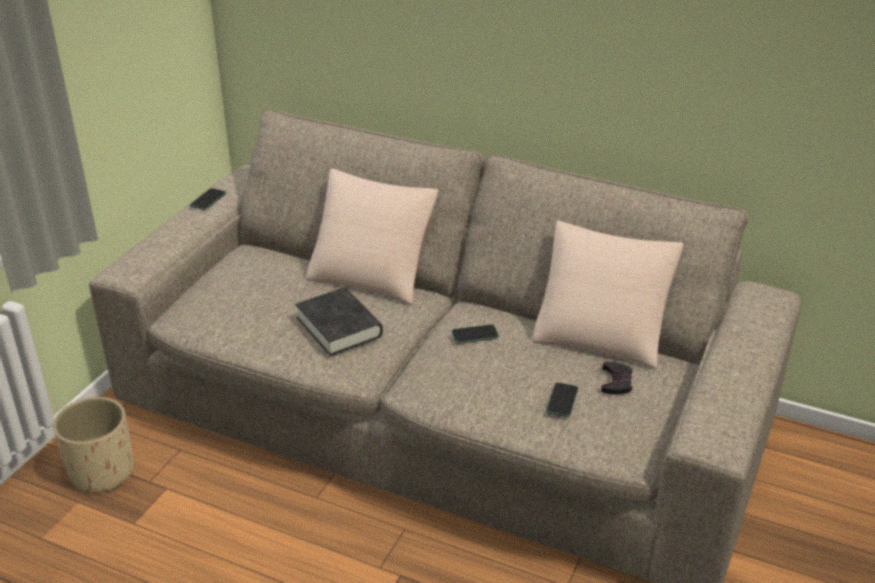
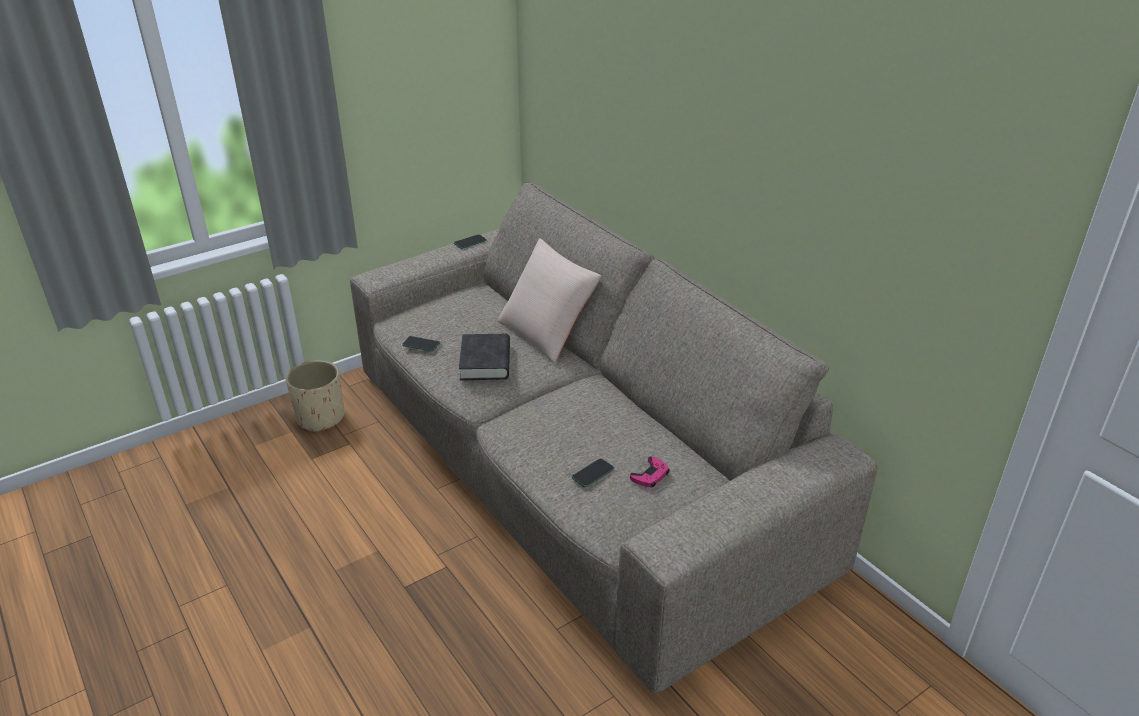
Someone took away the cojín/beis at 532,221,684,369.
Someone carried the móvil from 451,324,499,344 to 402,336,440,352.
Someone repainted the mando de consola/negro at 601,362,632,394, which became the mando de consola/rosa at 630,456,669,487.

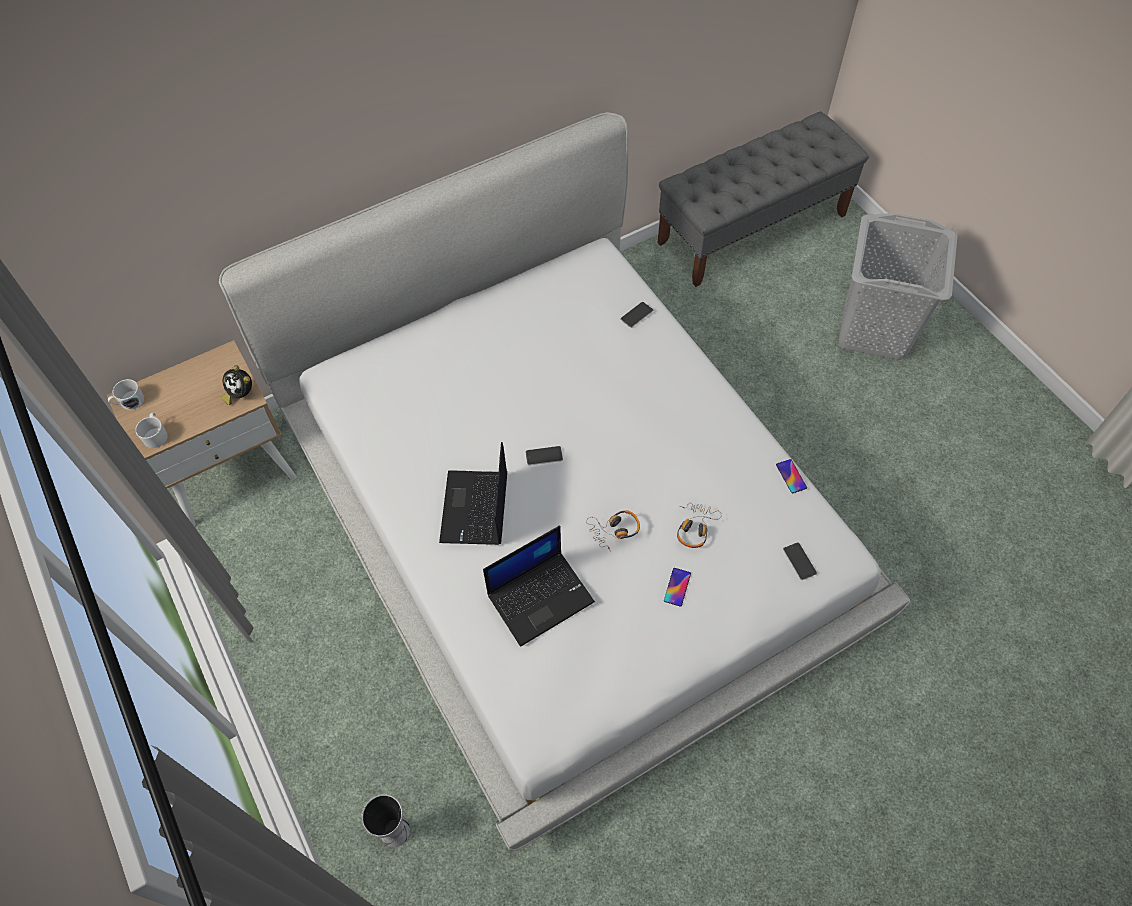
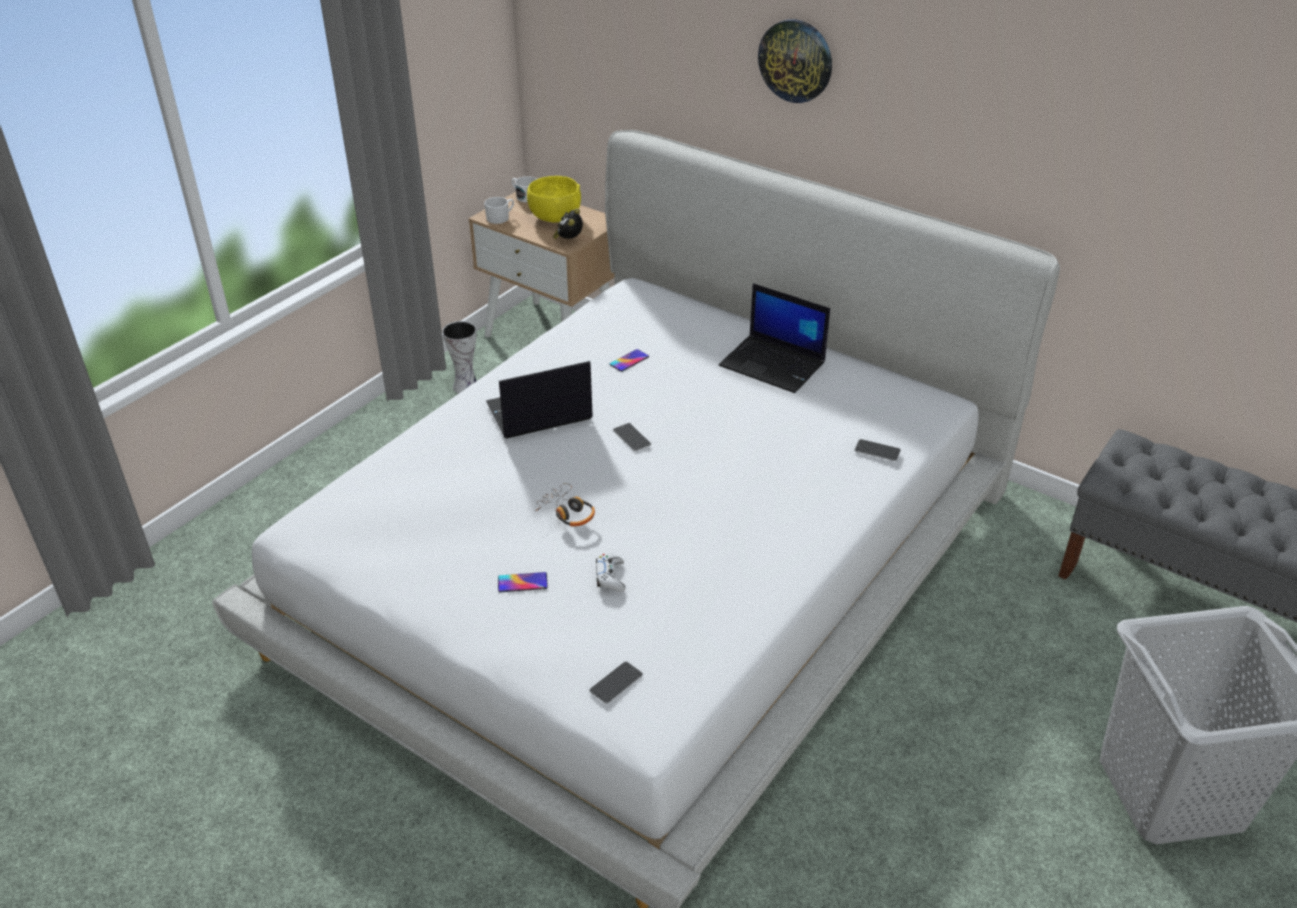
Someone carried the móvil from 776,459,807,493 to 609,349,649,372.
Someone swapped the auriculares at 677,503,721,548 for the mando de consola/blanco at 596,553,625,592.
Someone carried the portátil from 483,525,595,647 to 719,283,830,393.
Someone carried the florero from 362,794,410,847 to 442,321,477,393.
Someone put up the reloj de pared at 758,19,832,103.
Someone put down the cuenco/amarillo at 527,176,581,223.

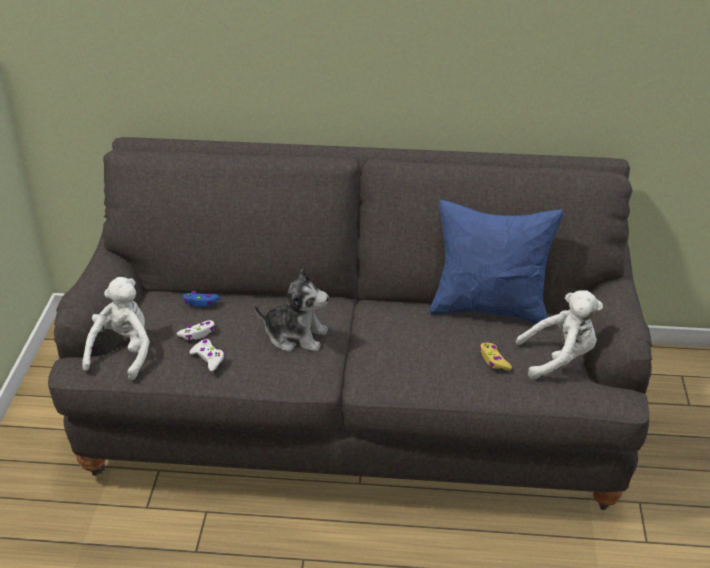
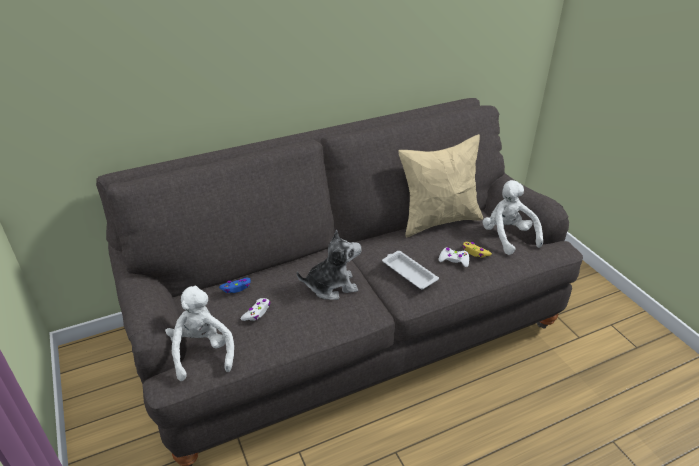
Someone repainted the cojín/azul at 429,200,564,324, which became the cojín/beis at 398,134,483,237.
Someone rotated the peluche/blanco at 516,290,603,380 by 75 degrees counterclockwise.
Someone carried the mando de consola/blanco from 189,339,225,371 to 439,247,469,267.
Someone put down the bandeja/blanco at 382,251,439,290.

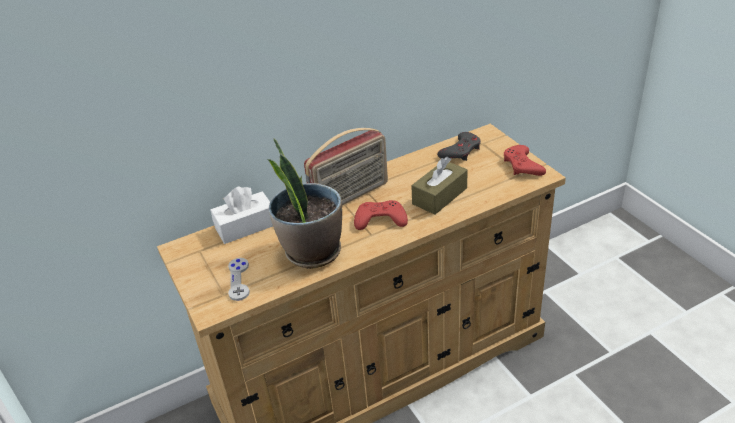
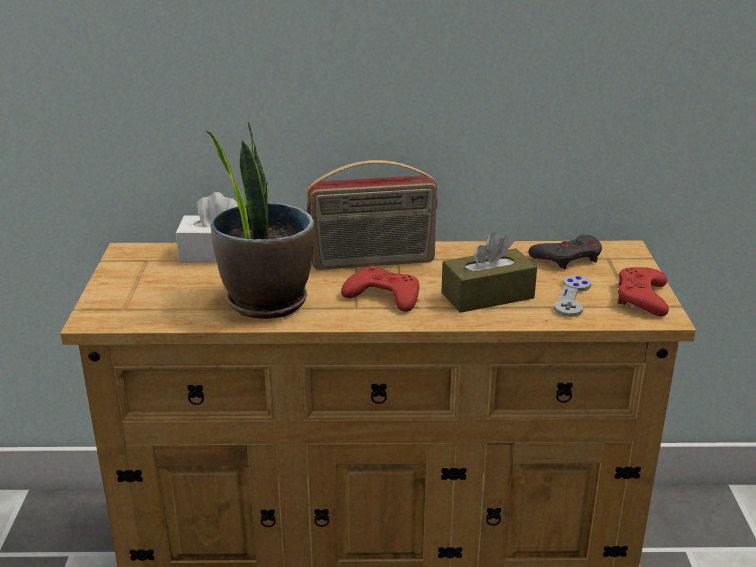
Someone carried the mando de consola/gris from 228,258,250,301 to 554,275,591,317.

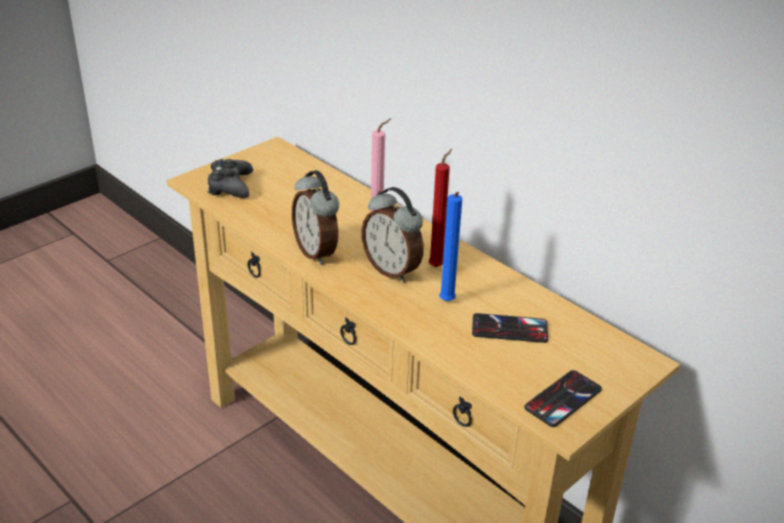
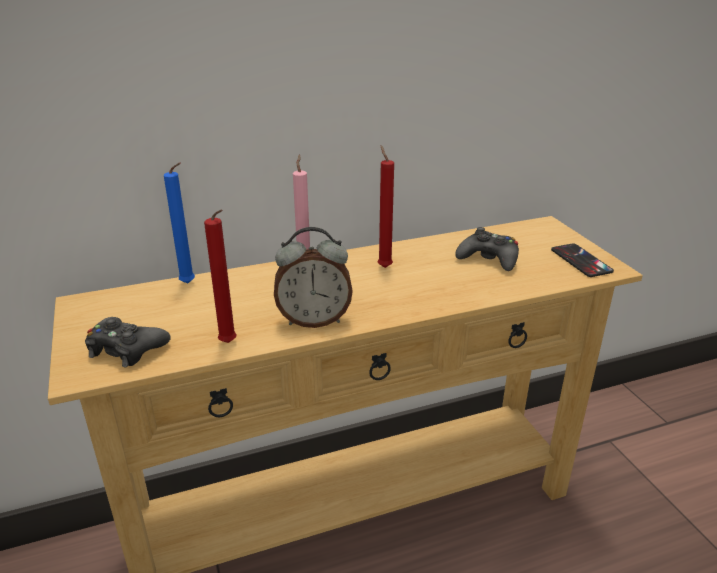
Someone took away the despertador at 361,187,424,282.
Someone carried the vela/azul from 439,192,462,301 to 164,162,195,284.
Someone swapped the móvil at 472,313,548,343 for the mando de consola/negro at 455,227,519,271.
Someone put down the vela/rojo at 204,209,236,343.

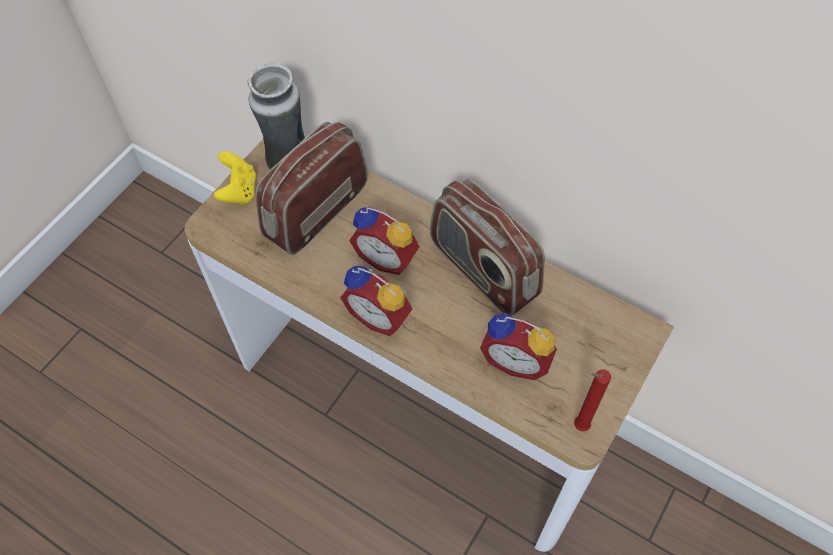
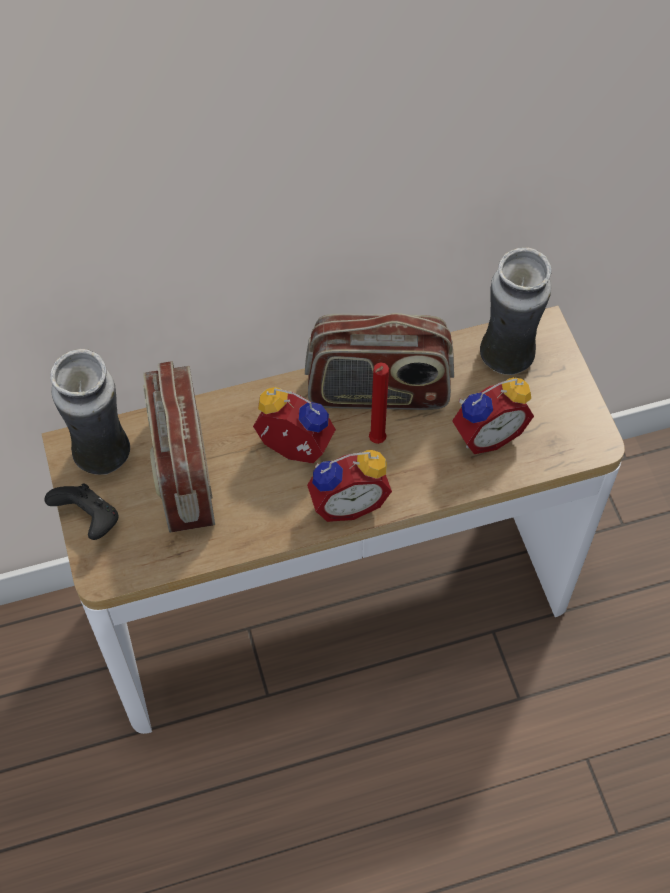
Someone repainted the mando de consola/amarillo at 213,151,256,205, which became the mando de consola/negro at 44,483,118,540.
Someone rotated the despertador at 349,207,419,275 by 135 degrees counterclockwise.
Someone carried the vela/rojo from 574,369,611,431 to 369,363,389,444.
Someone put down the florero at 480,247,552,375.

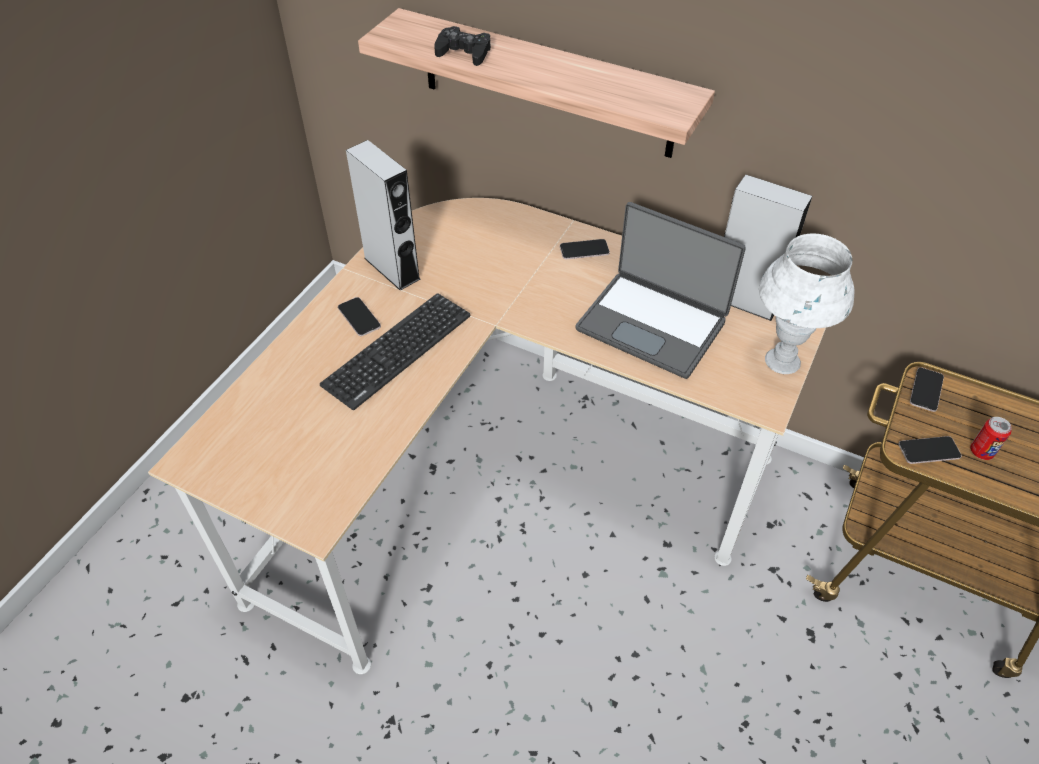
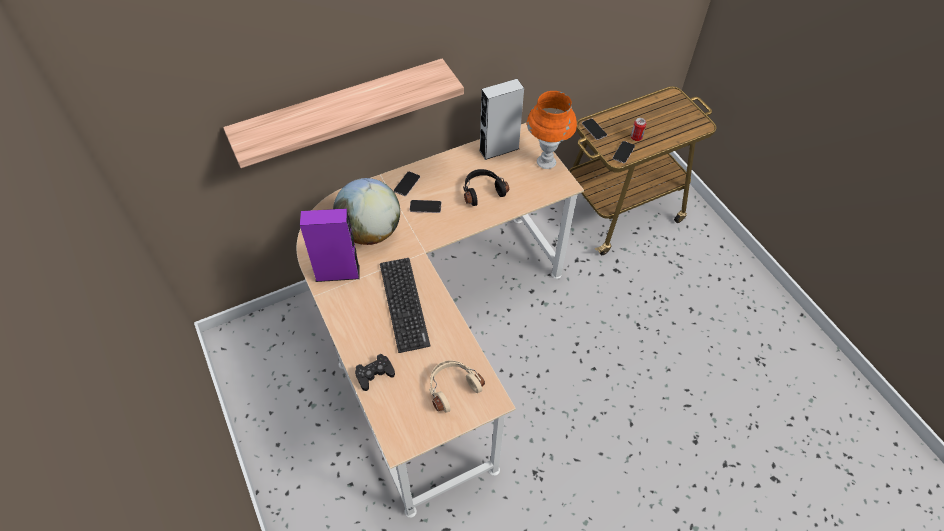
Someone carried the mando de consola/negro from 434,26,491,66 to 355,354,395,391.
Someone repainted the altavoz/gris at 346,140,420,291, which became the altavoz/morado at 300,208,360,282.
Someone swapped the portátil at 575,202,746,379 for the auriculares/negro at 463,169,509,206.
Someone repainted the lámpara de mesa/blanco at 759,233,854,374, which became the lámpara de mesa/naranja at 527,91,577,169.
Someone carried the móvil from 338,297,381,336 to 410,200,441,213.
Someone put down the globo terráqueo at 333,178,400,245.
Someone put down the auriculares/beis at 429,360,485,413.

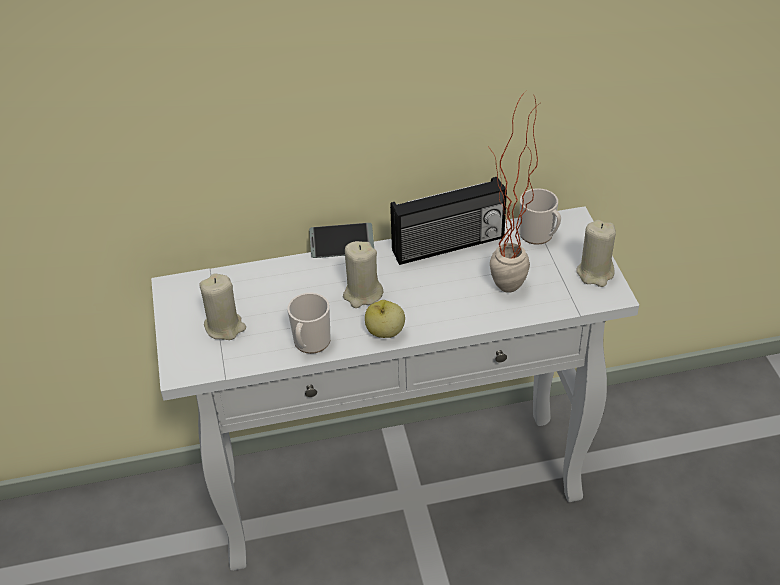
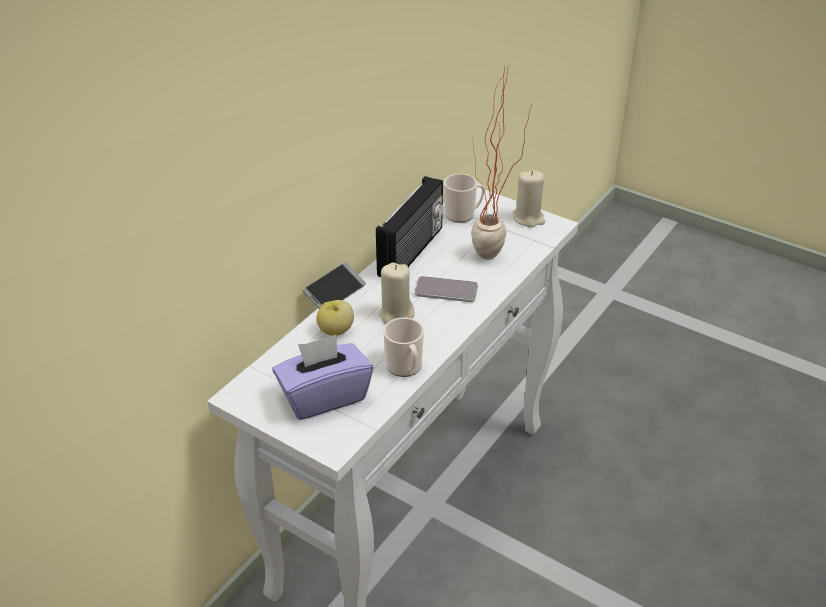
Someone swapped the vela/beis at 199,274,246,340 for the caja de pañuelos/morado at 272,335,373,420.
Someone carried the manzana from 365,300,405,338 to 316,300,354,336.
Someone put down the móvil at 415,276,478,302.

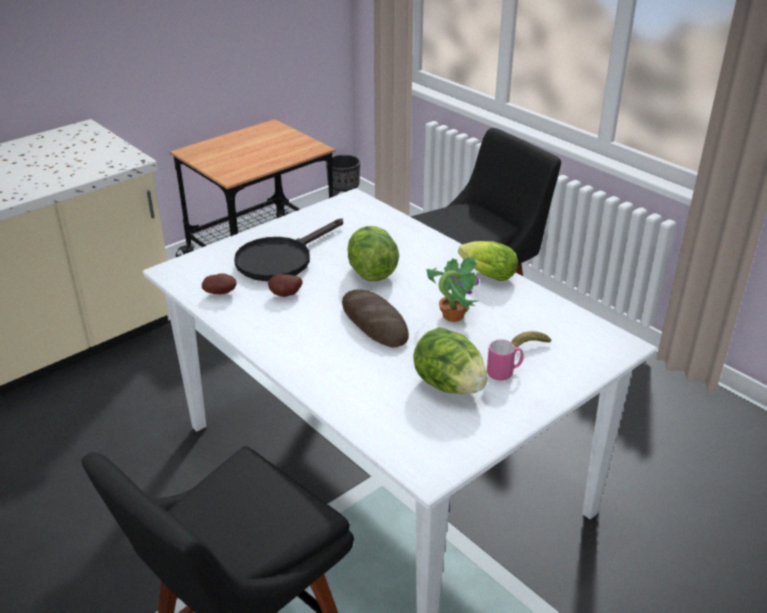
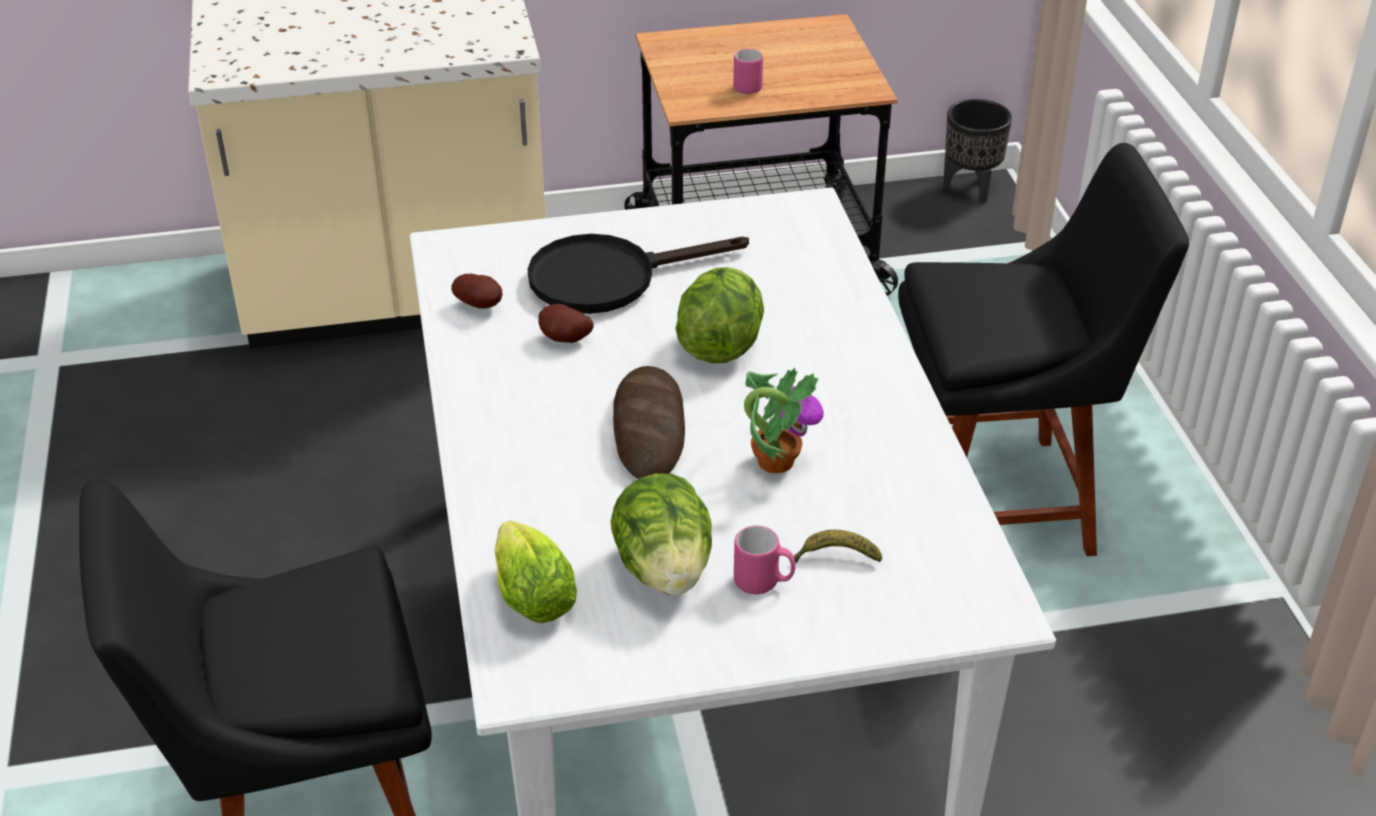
Someone carried the lechuga from 458,241,518,281 to 495,521,577,623.
Someone put down the taza grande/rosa at 733,49,763,94.

